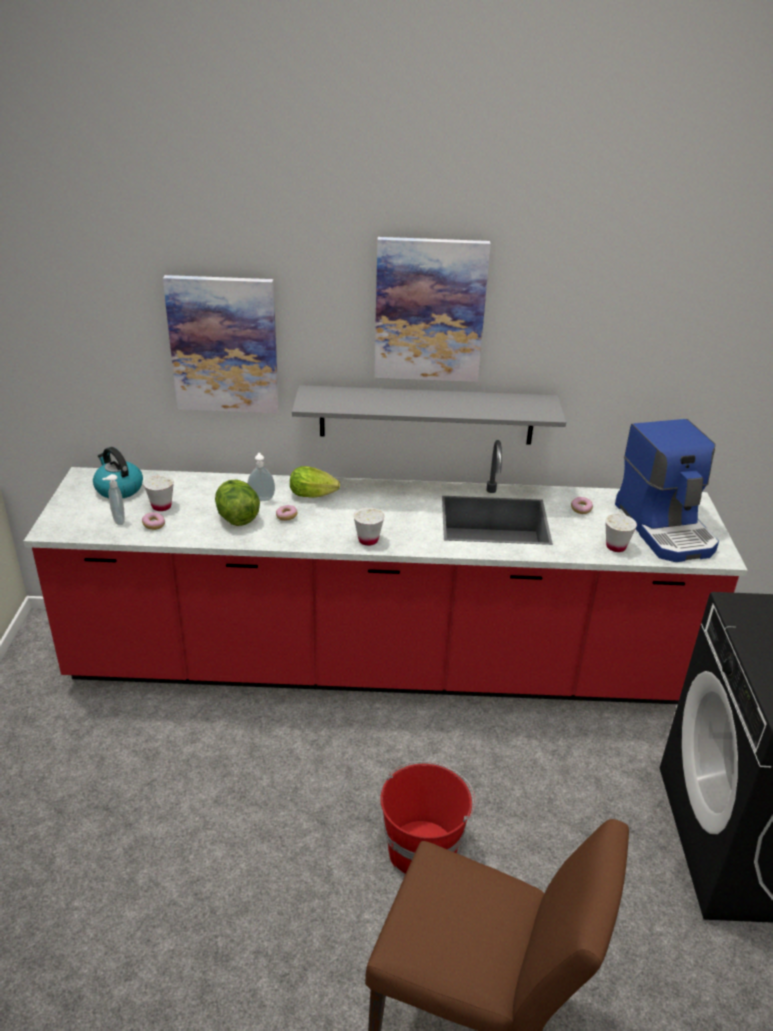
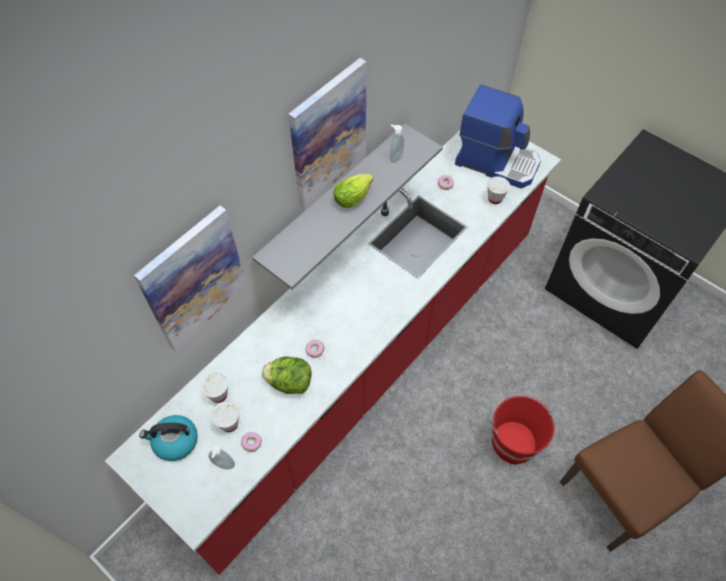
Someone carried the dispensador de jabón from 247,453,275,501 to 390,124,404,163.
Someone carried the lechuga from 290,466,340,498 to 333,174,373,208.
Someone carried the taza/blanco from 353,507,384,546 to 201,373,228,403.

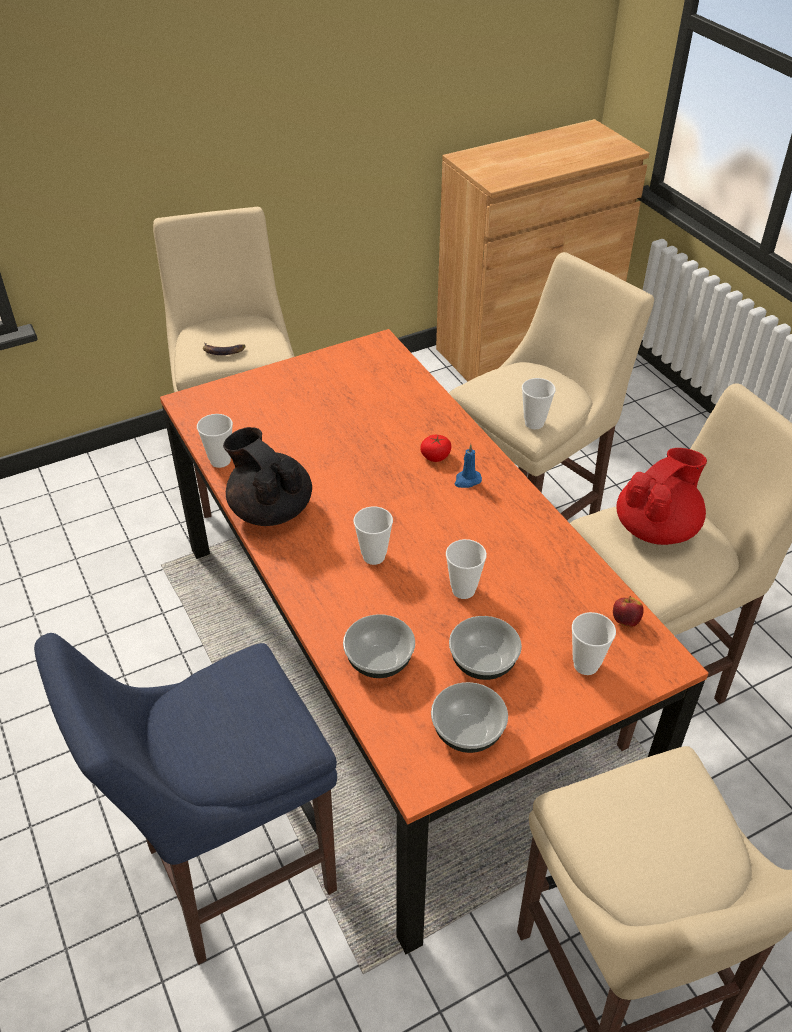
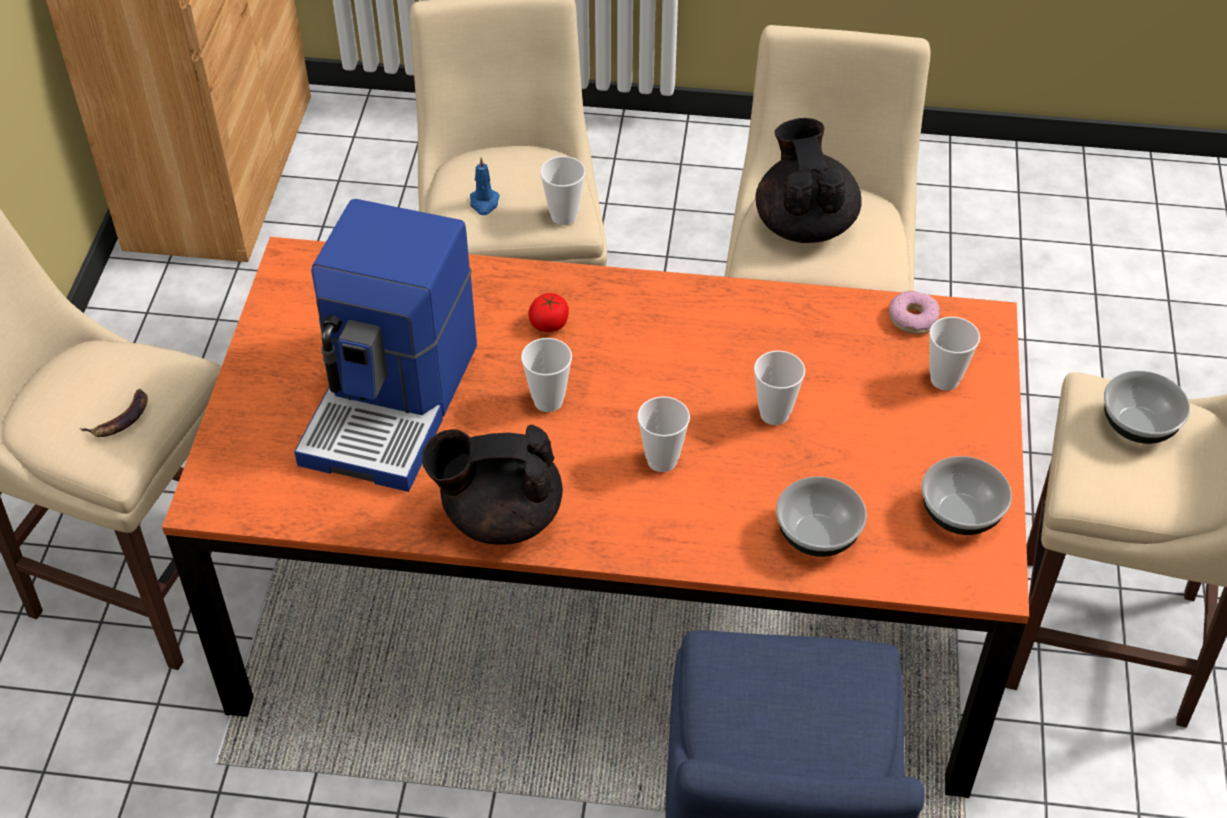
Someone carried the taza from 197,414,233,468 to 521,338,572,412.
Someone carried the vela/azul from 455,444,482,488 to 470,157,500,215.
Someone repainted the tetera/rojo at 616,448,707,545, which became the tetera/negro at 756,118,862,243.
Someone swapped the manzana at 613,596,644,627 for the rosquilla at 889,291,940,335.
Someone carried the cuenco from 449,616,522,680 to 1104,371,1190,444.
Someone put down the cafetera at 294,199,477,492.

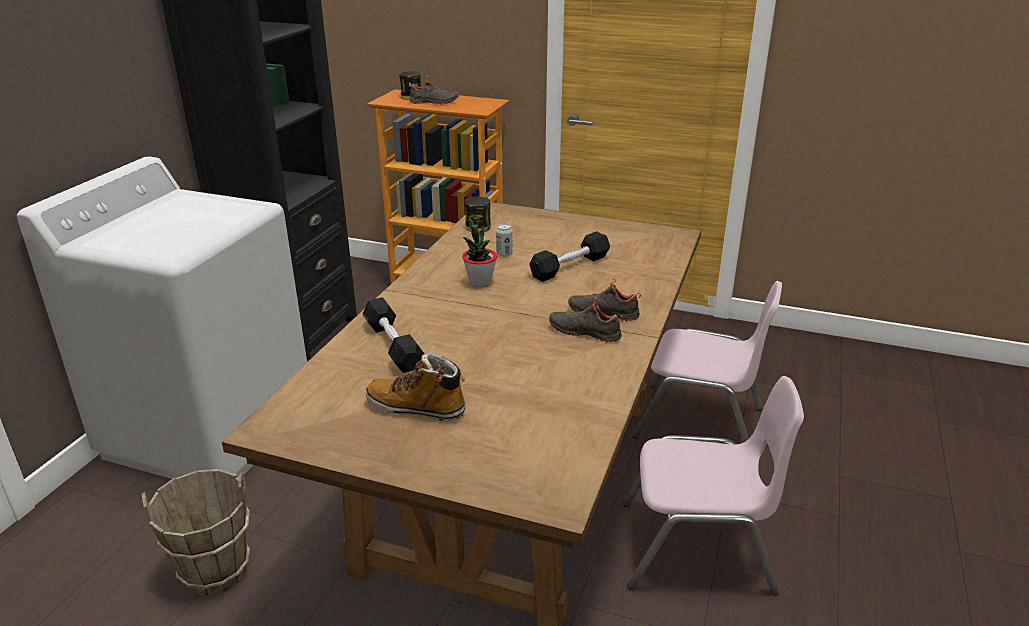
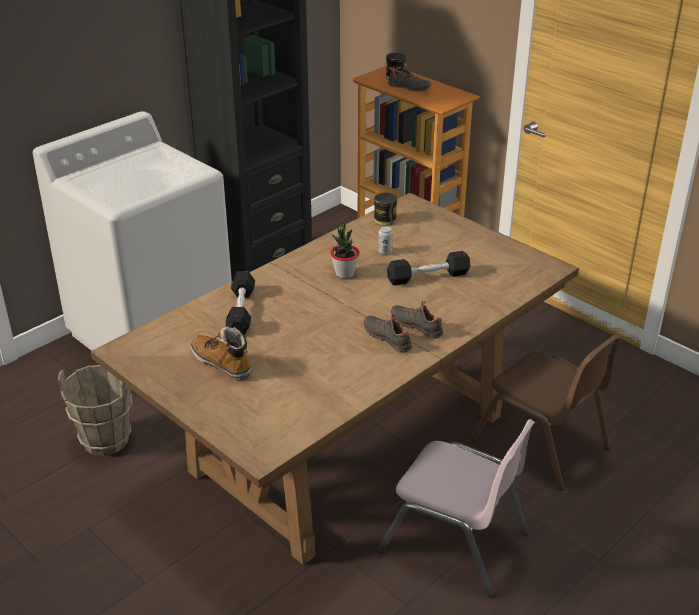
Someone repainted the silla/rosa at 632,281,782,443, which became the silla/marrón at 471,334,620,490.

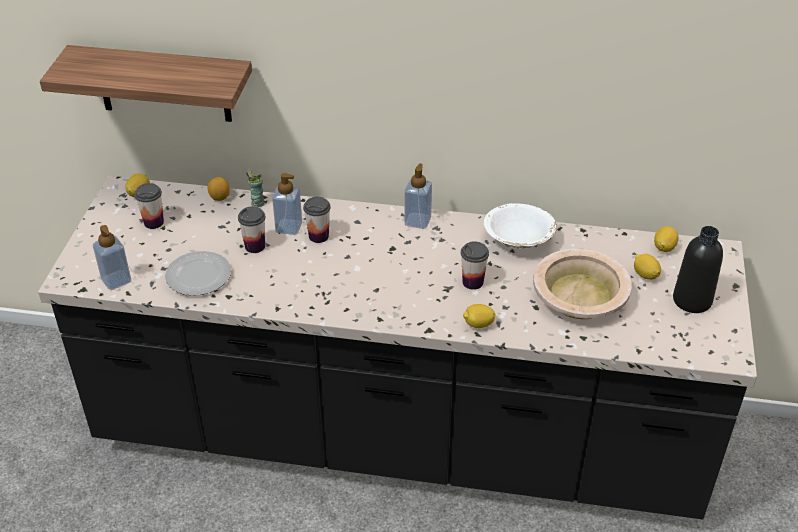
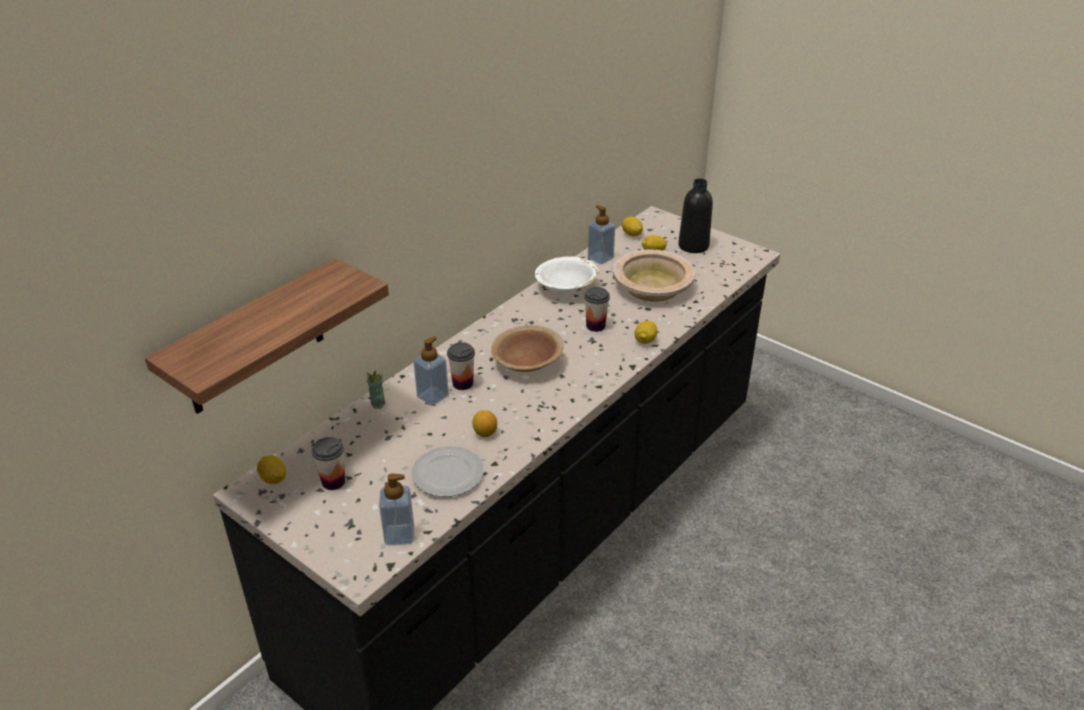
Someone carried the dispensador de jabón from 404,163,432,229 to 588,205,615,264.
Someone carried the limón from 208,177,230,201 to 472,410,497,437.
Someone took away the taza at 238,206,265,253.
Someone put down the cuenco/marrón at 491,325,564,372.

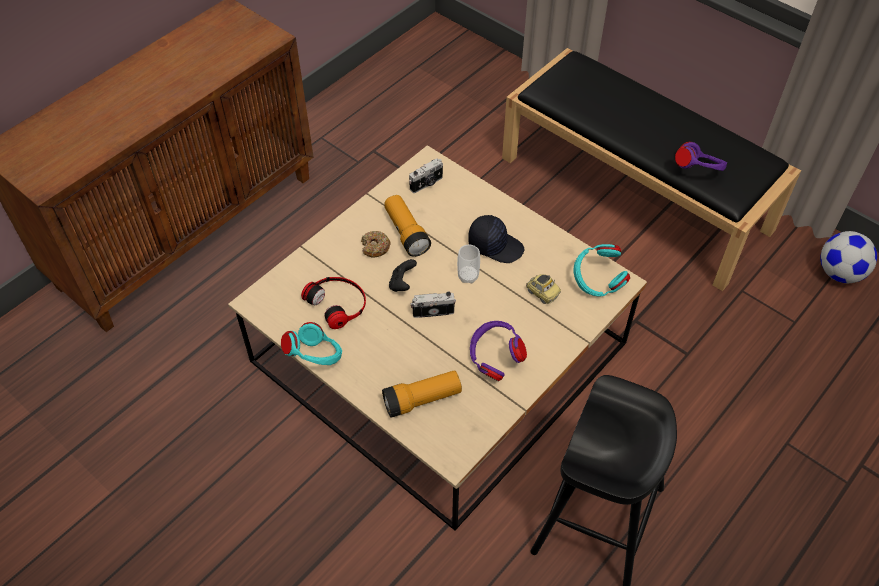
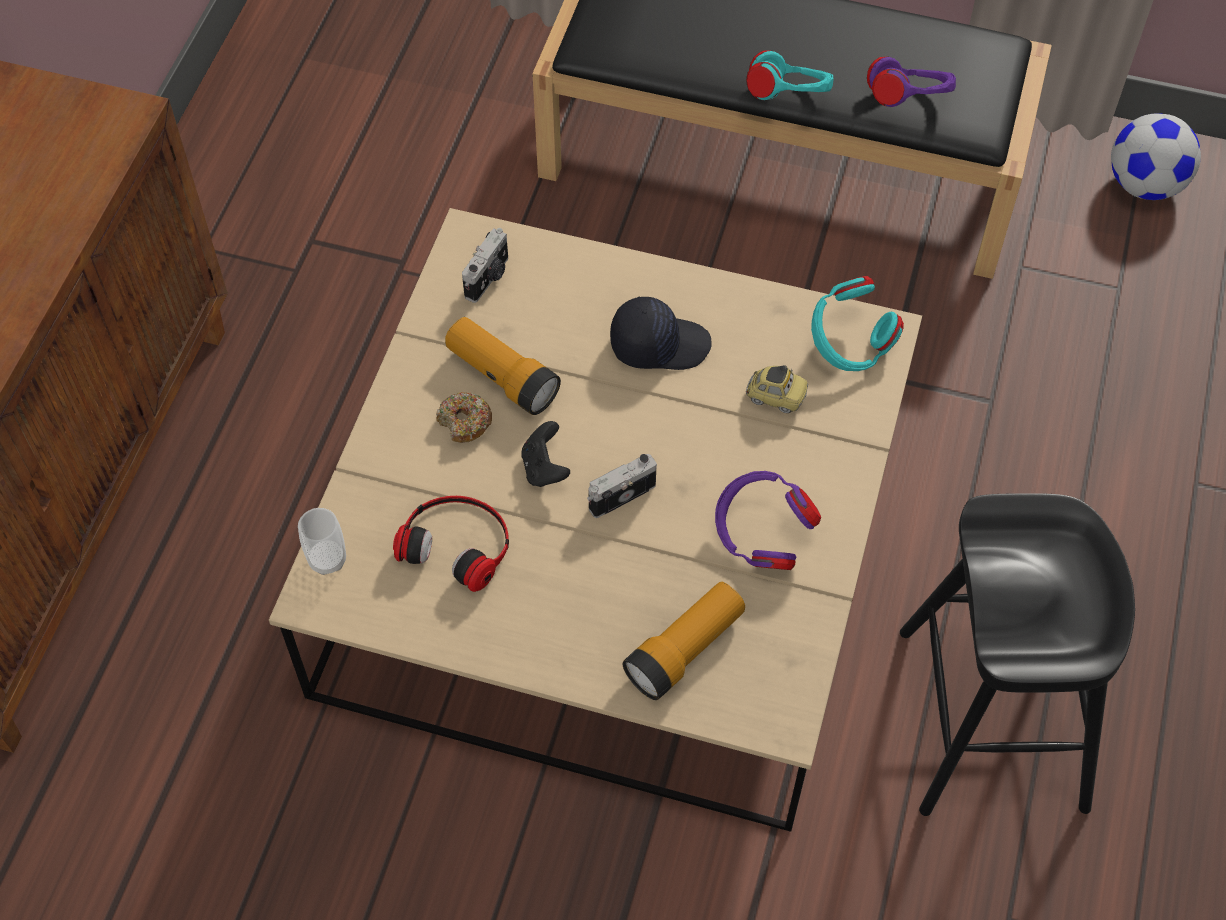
Someone carried the taza from 457,245,480,283 to 298,508,346,575.
Someone carried the auriculares/turquesa from 281,322,342,365 to 746,50,833,100.

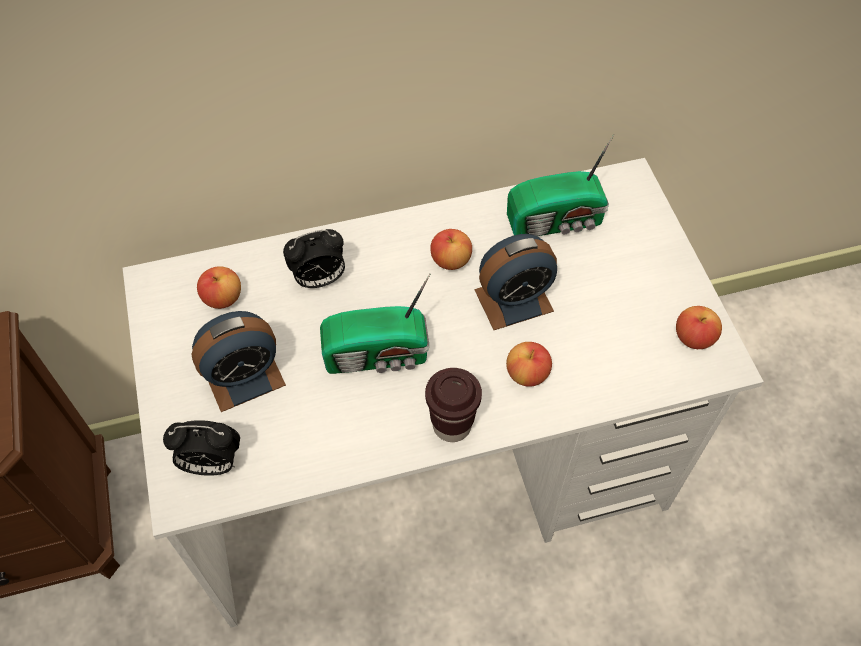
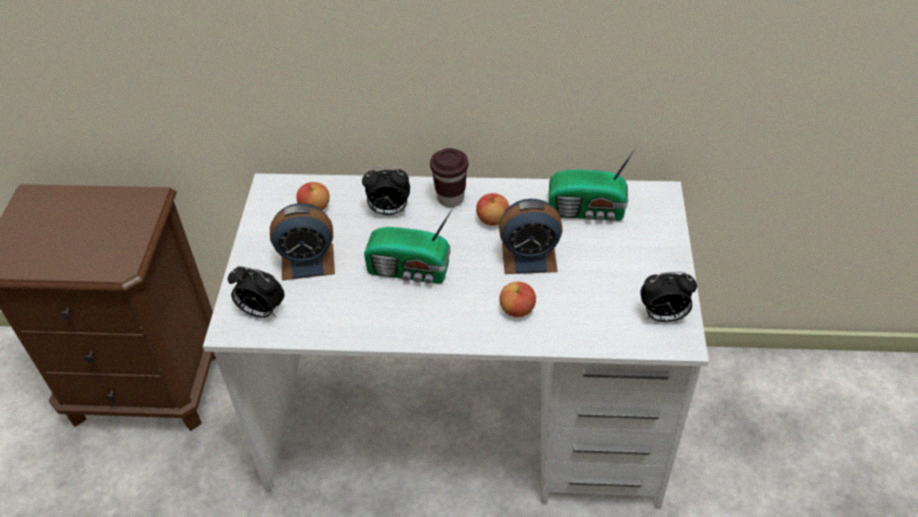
Someone swapped the manzana at 676,306,722,349 for the despertador at 640,272,697,322.
Someone carried the taza/marrón from 425,368,482,442 to 430,148,468,207.

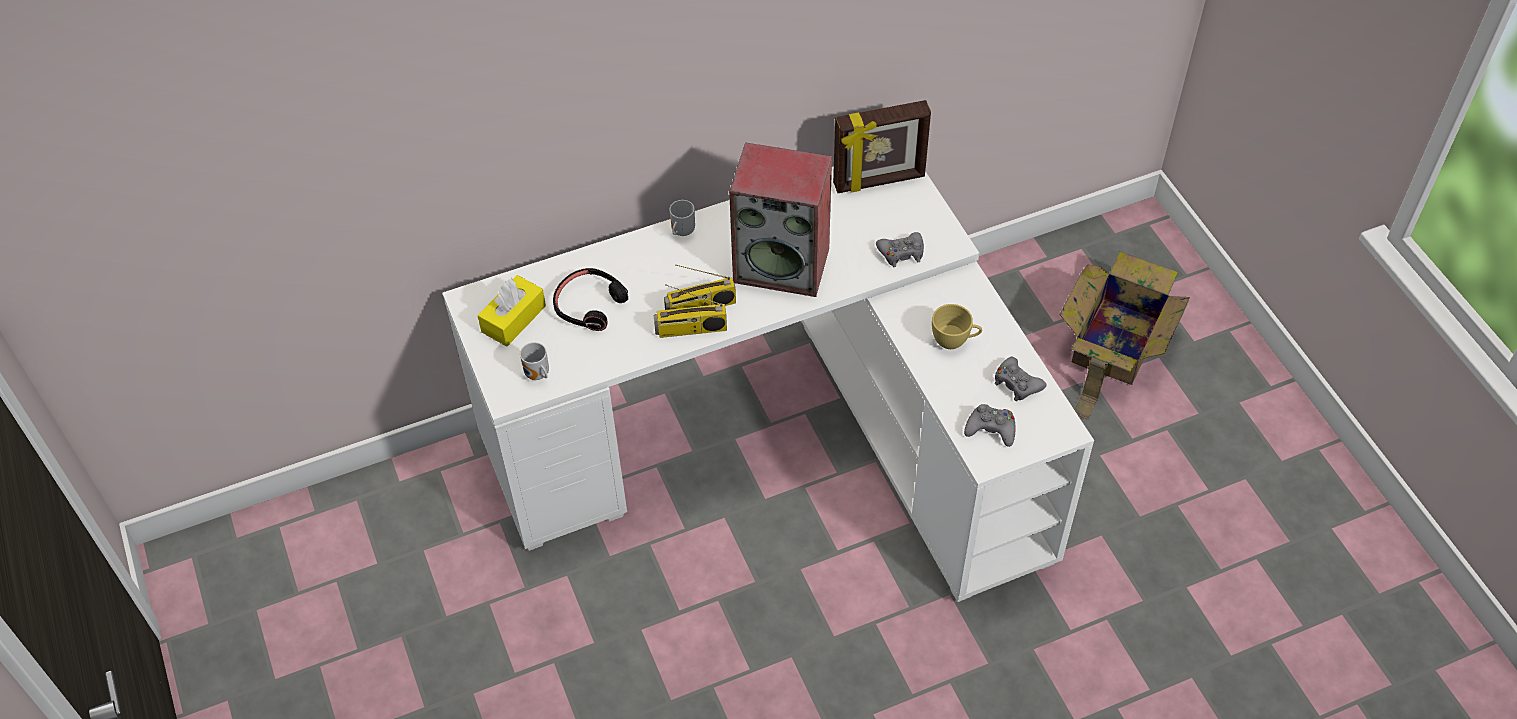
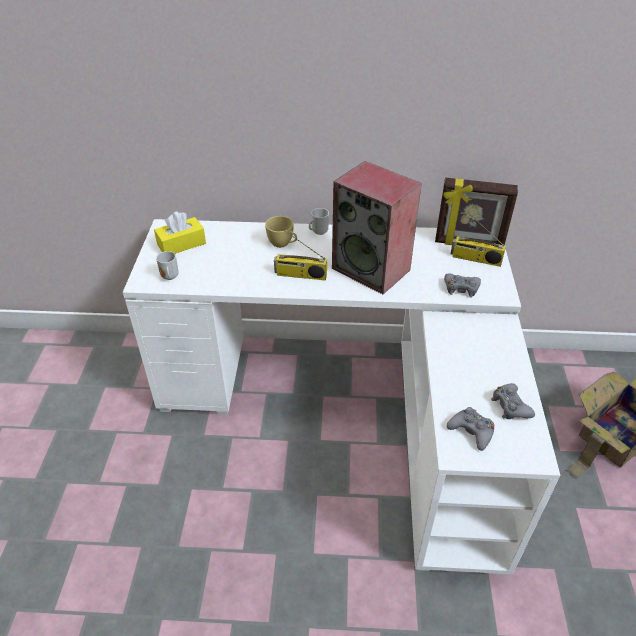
Someone took away the auriculares/negro at 553,268,628,331.
Someone carried the radio from 654,284,727,338 to 451,213,506,267.
Someone carried the taza/amarillo from 932,304,982,349 to 265,216,297,248.

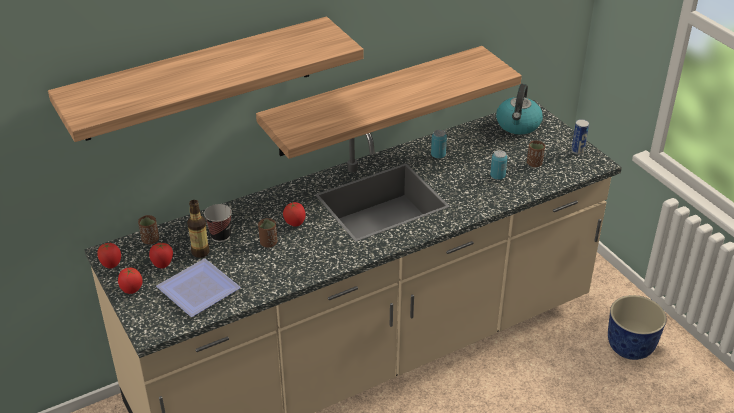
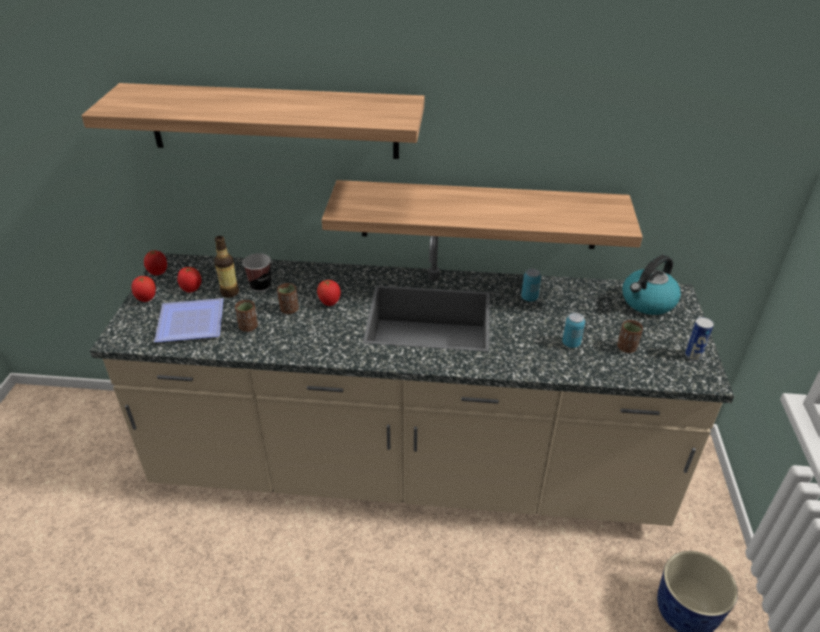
Someone carried the taza/marrón from 138,215,159,244 to 235,300,258,332.

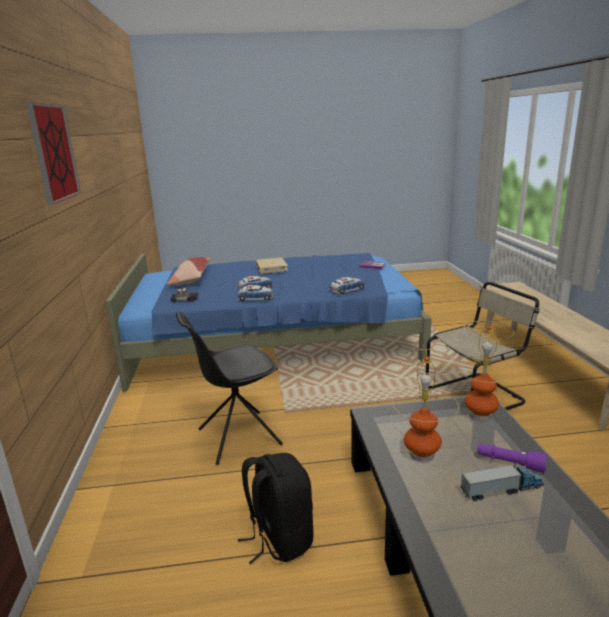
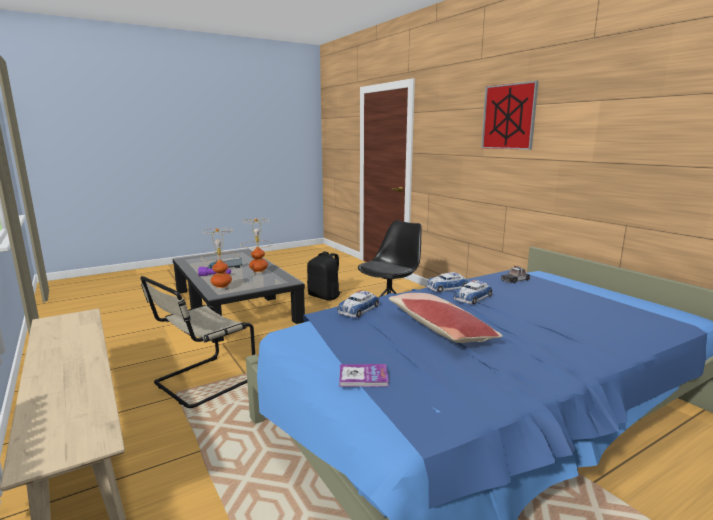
Someone carried the cojín from 167,257,211,286 to 389,293,503,343.
Someone took away the libro/beis at 255,258,288,274.

